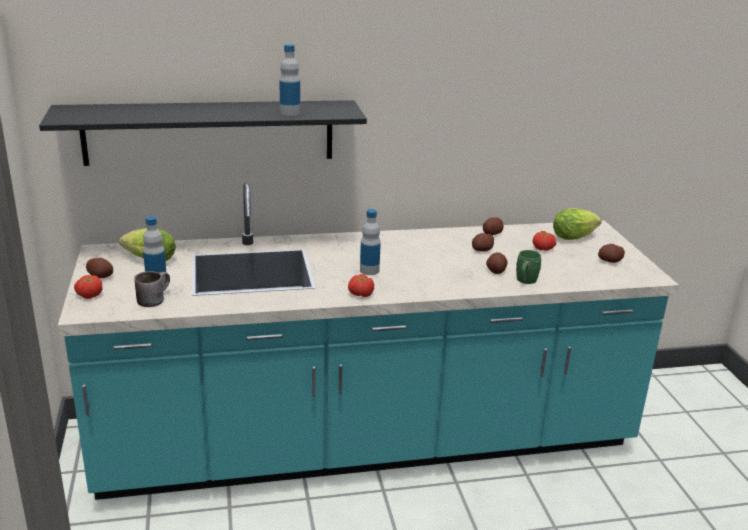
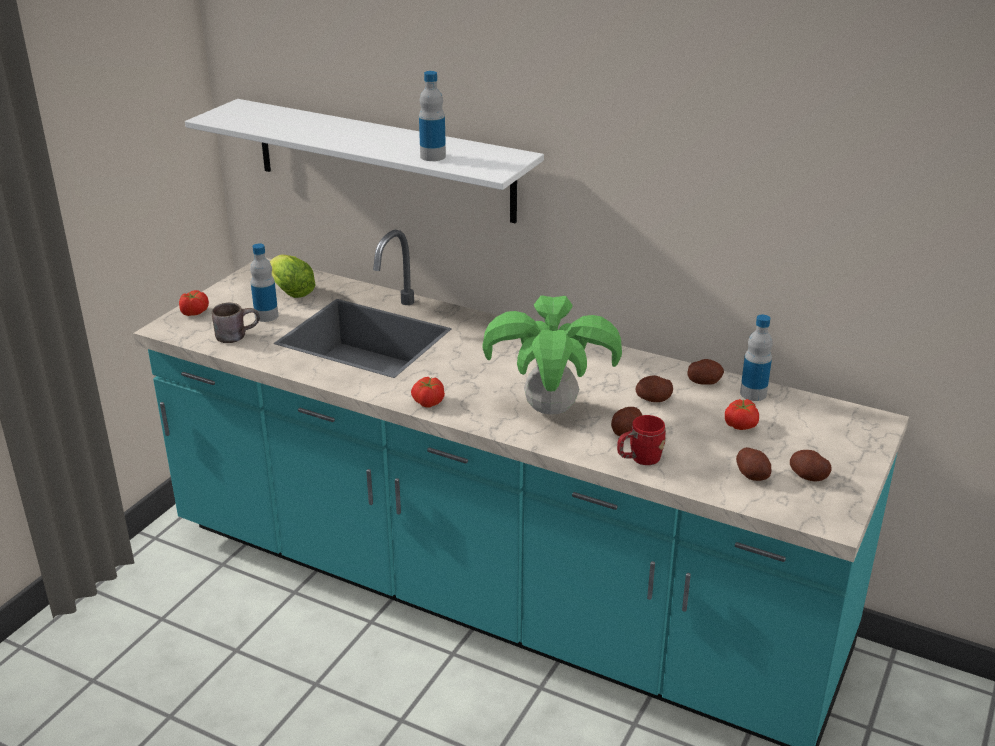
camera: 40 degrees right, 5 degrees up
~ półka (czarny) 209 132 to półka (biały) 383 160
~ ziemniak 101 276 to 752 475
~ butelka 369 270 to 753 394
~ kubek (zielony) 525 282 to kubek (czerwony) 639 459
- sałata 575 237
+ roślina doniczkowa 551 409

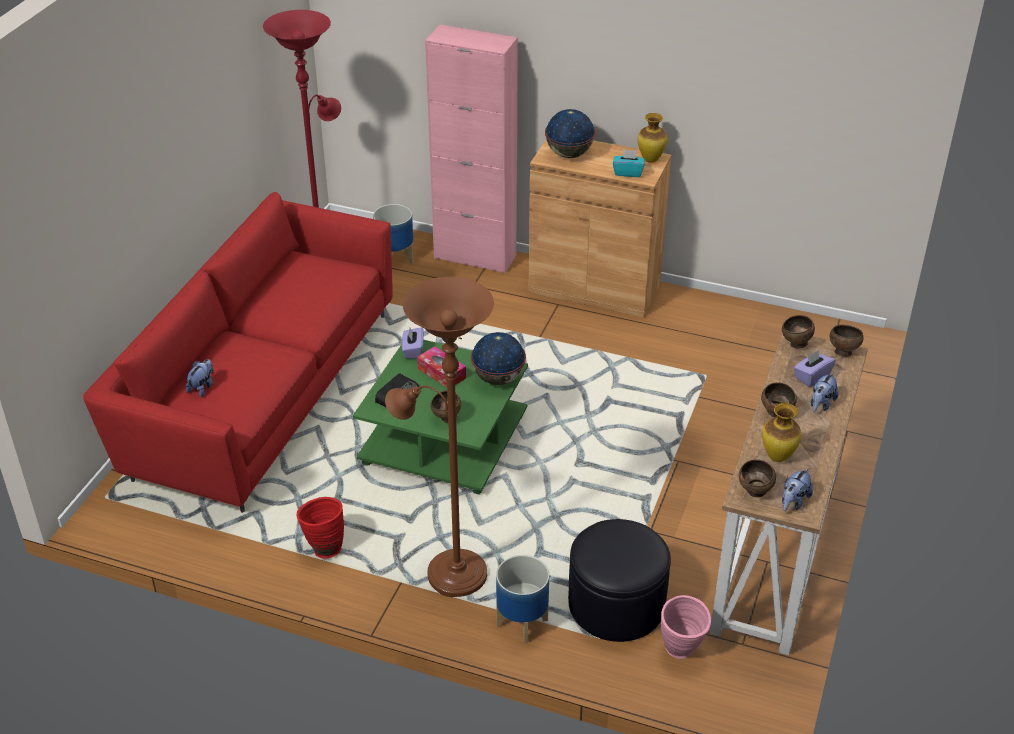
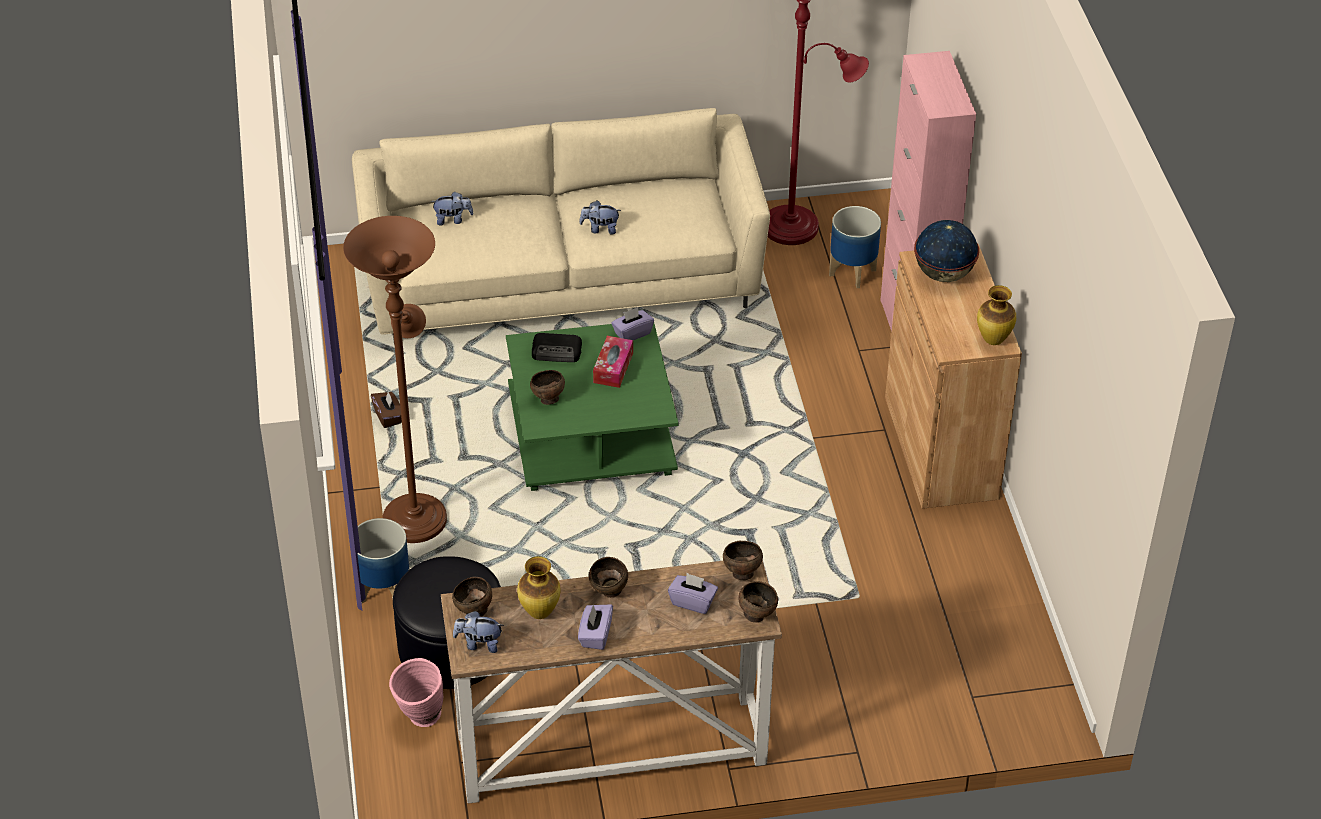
camera: 60 degrees right, 5 degrees up
~ kanapa (czerwony) 261 393 to kanapa (beżowy) 561 279
~ wazon (czerwony) 323 547 to pudełko chusteczek (brązowy) 388 417
- globus 498 379
- pudełko chusteczek (turkusowy) 628 172
~ pluszak 821 404 to 600 229
+ pudełko chusteczek (fioletowy) 595 635

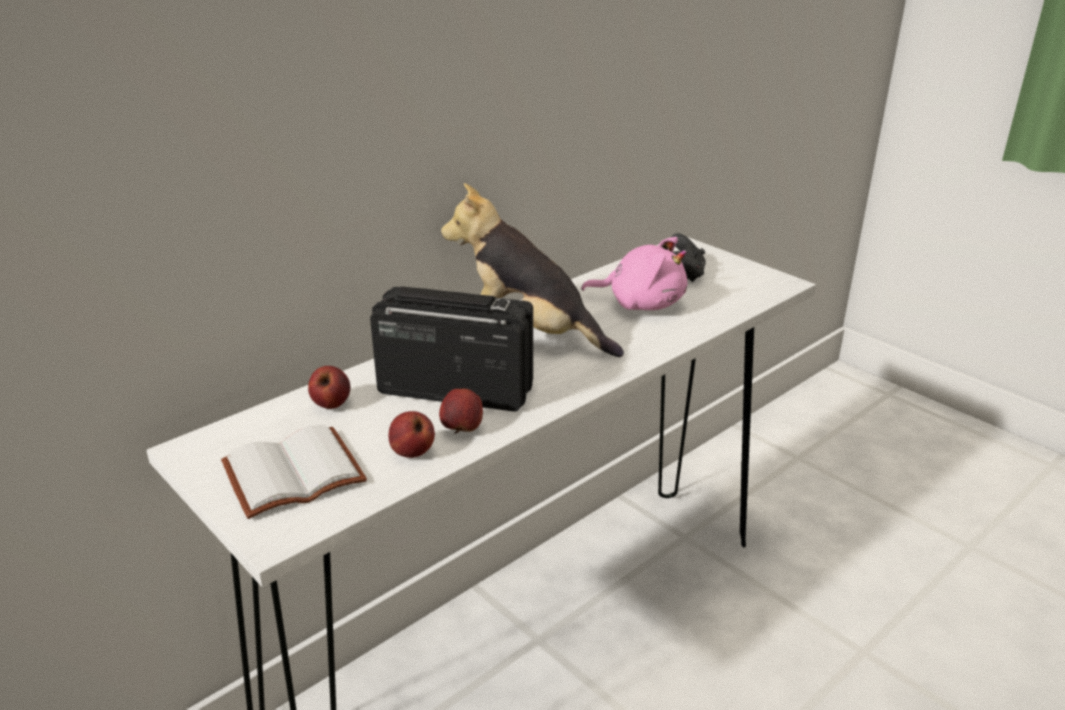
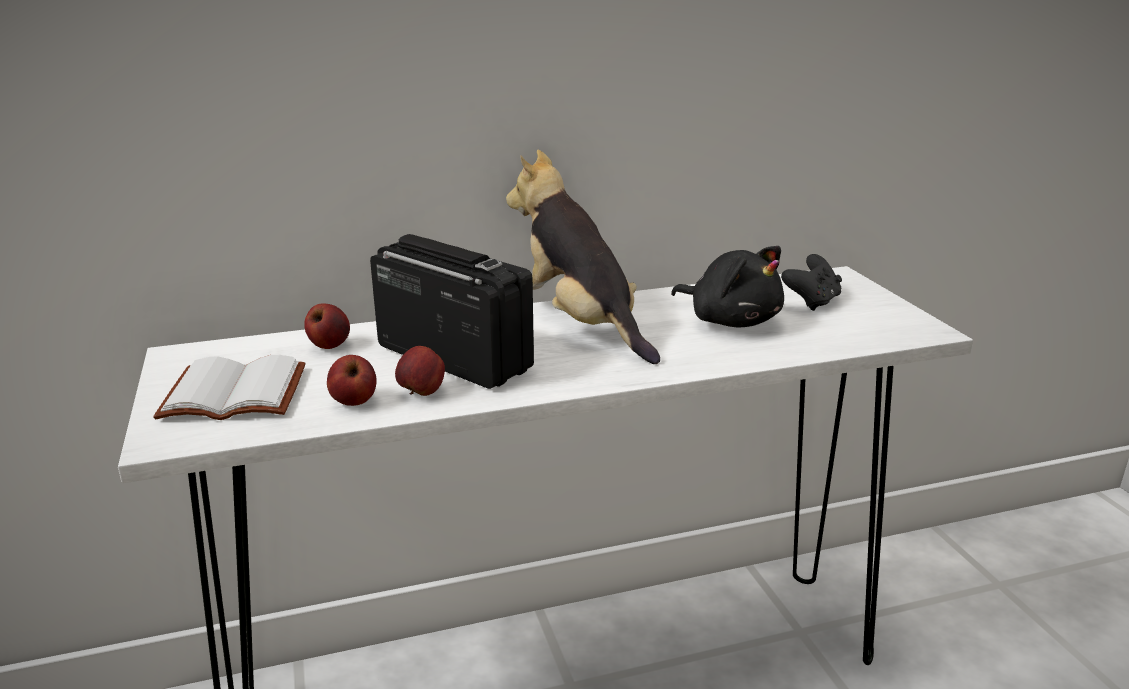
camera: 25 degrees right, 5 degrees down
~ pluszak (różowy) 641 303 to pluszak (czarny) 730 320

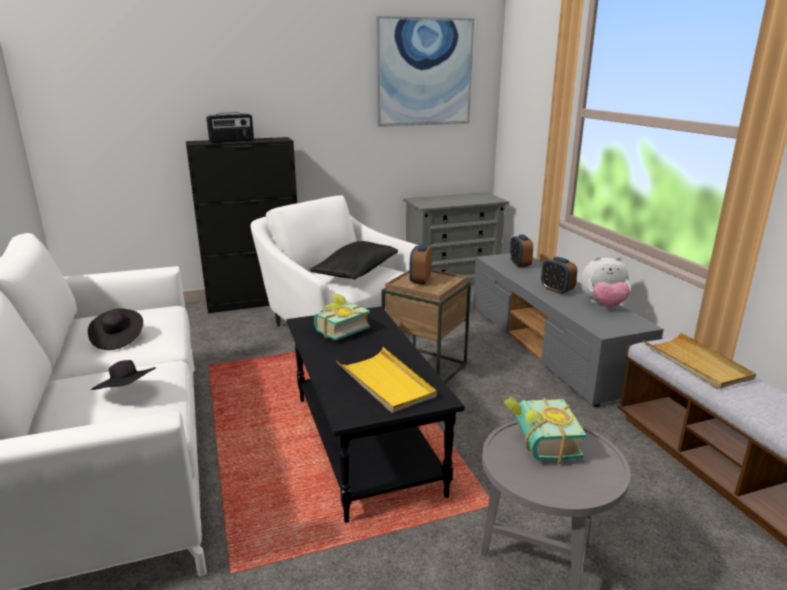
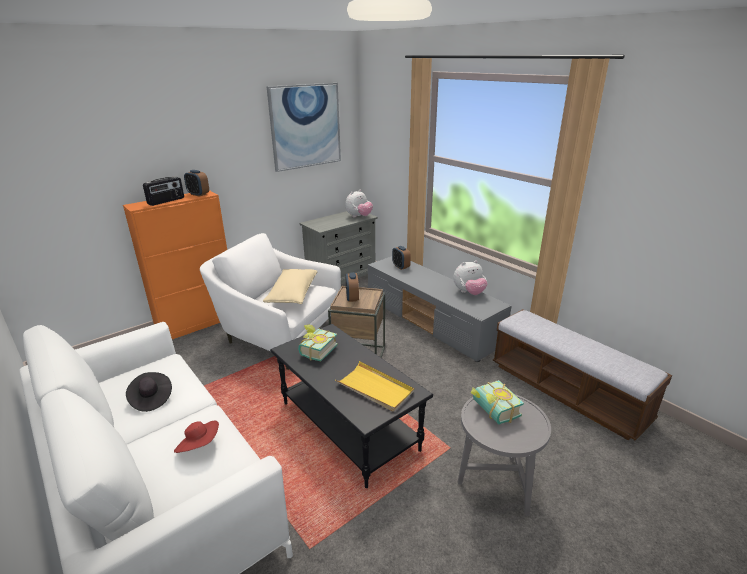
camera: 20 degrees left, 5 degrees up
~ kapelusz (czarny) 128 393 to kapelusz (czerwony) 199 446
~ szafka (czarny) 255 301 to szafka (pomarańczowy) 198 324
~ poduszka (czarny) 356 273 to poduszka (beżowy) 292 294
~ budzik 556 290 to 198 194
- taca (beżowy) 696 363
+ pluszak 359 216

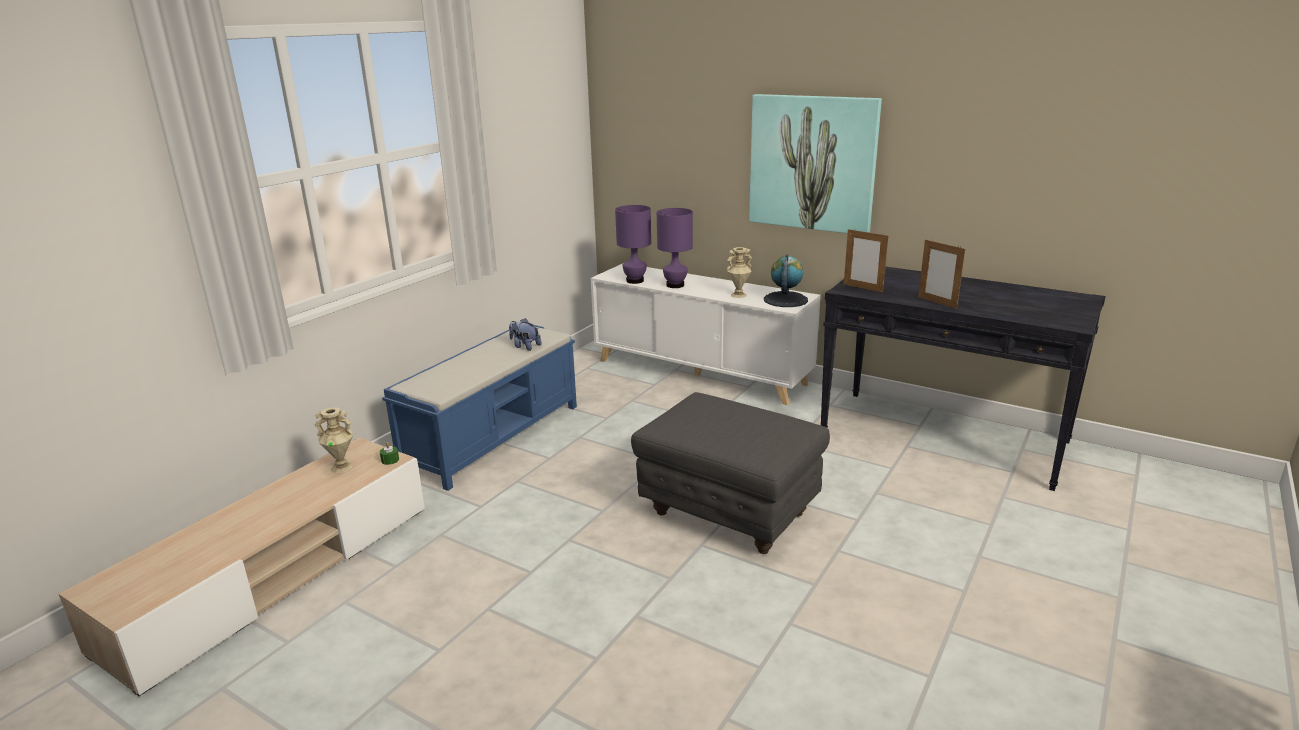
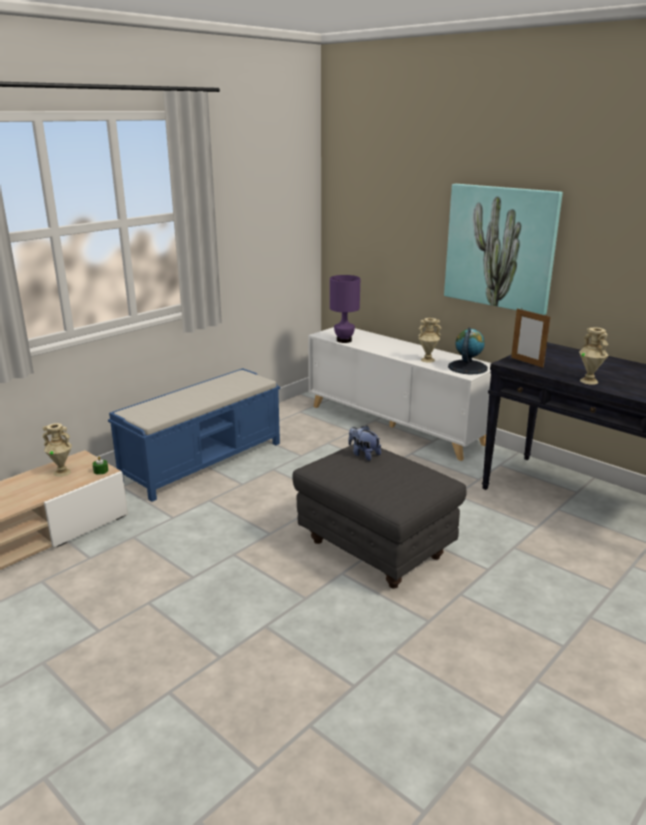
camera: 10 degrees right, 0 degrees up
~ pluszak 525 346 to 363 454
- lampa stołowa (fioletowy) 675 285
~ ramka na zdjęcie 937 302 to wazon (beżowy) 589 381

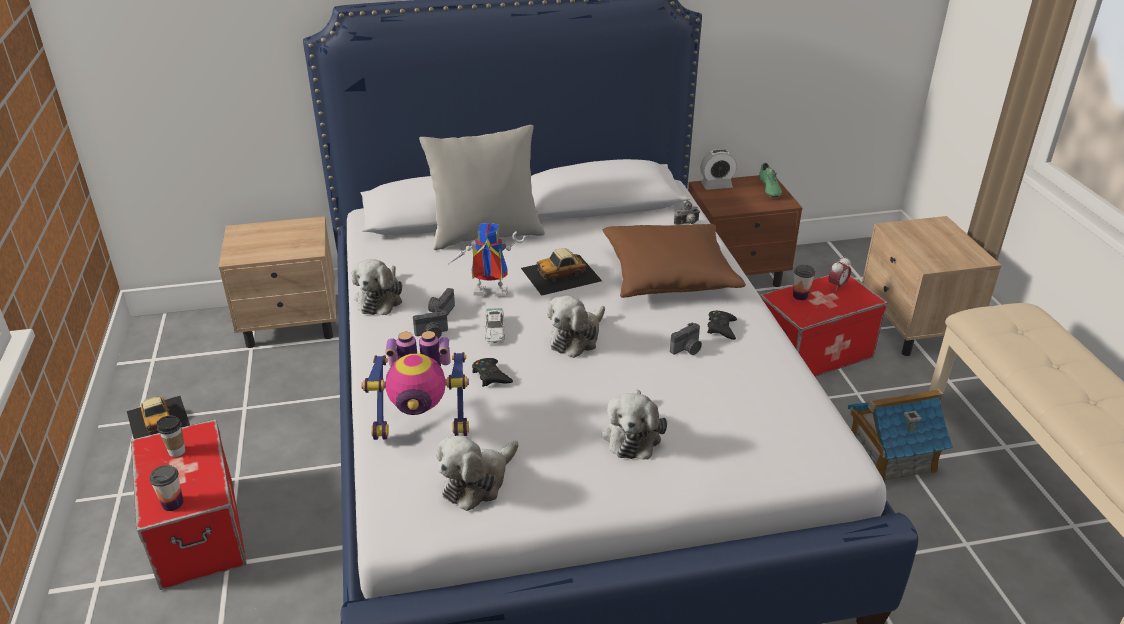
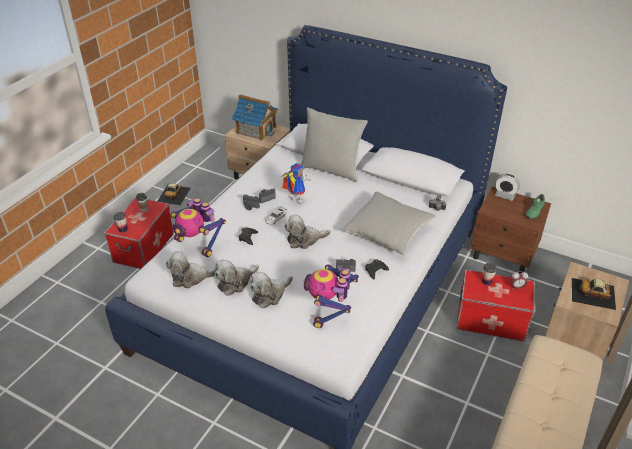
camera: 40 degrees right, 5 degrees up
~ pluszak 380 298 to 235 282
~ samochodzik 561 274 to 593 293
~ poduszka (brązowy) 669 276 to poduszka (szary) 387 232
~ domek 890 455 to 256 129
+ robot zabawkowy 330 311

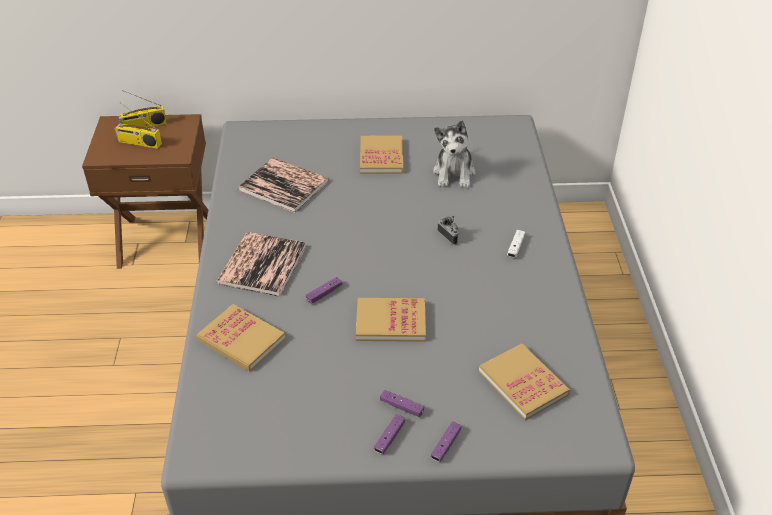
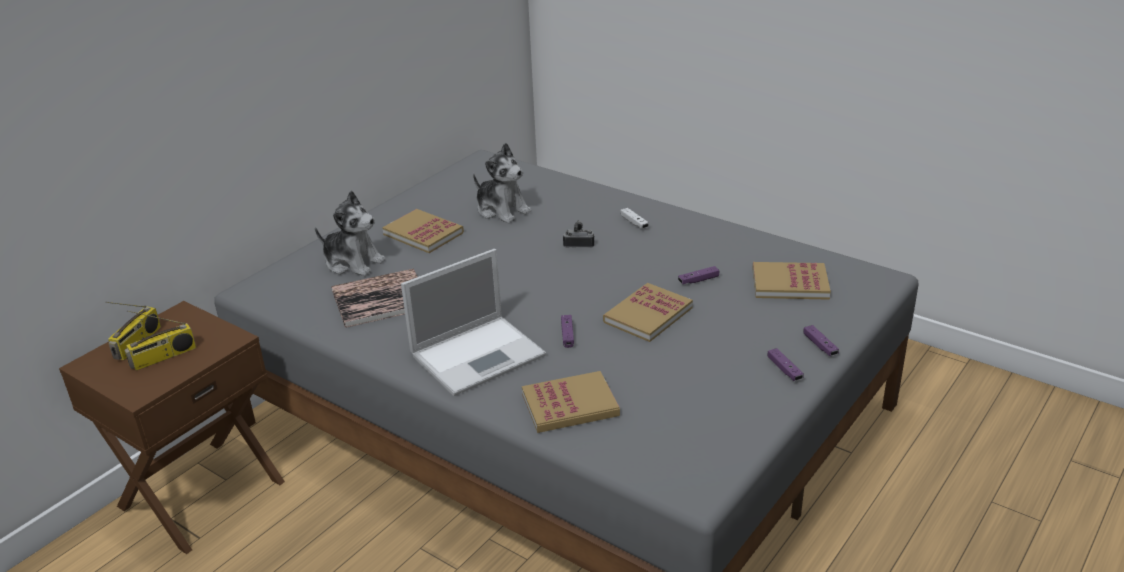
camera: 50 degrees left, 10 degrees down
~ książka 262 265 to laptop 479 354
~ pad do gier (fioletowy) 401 407 to 698 280
+ pluszak 353 262

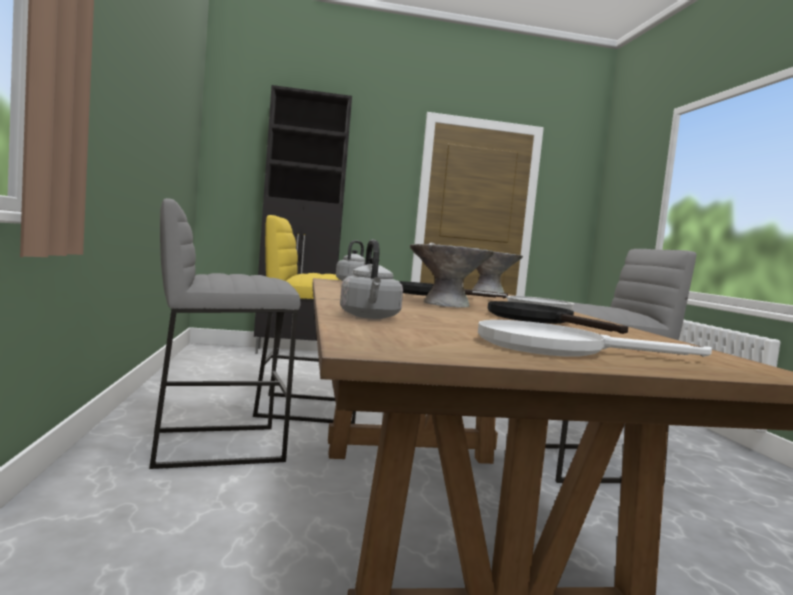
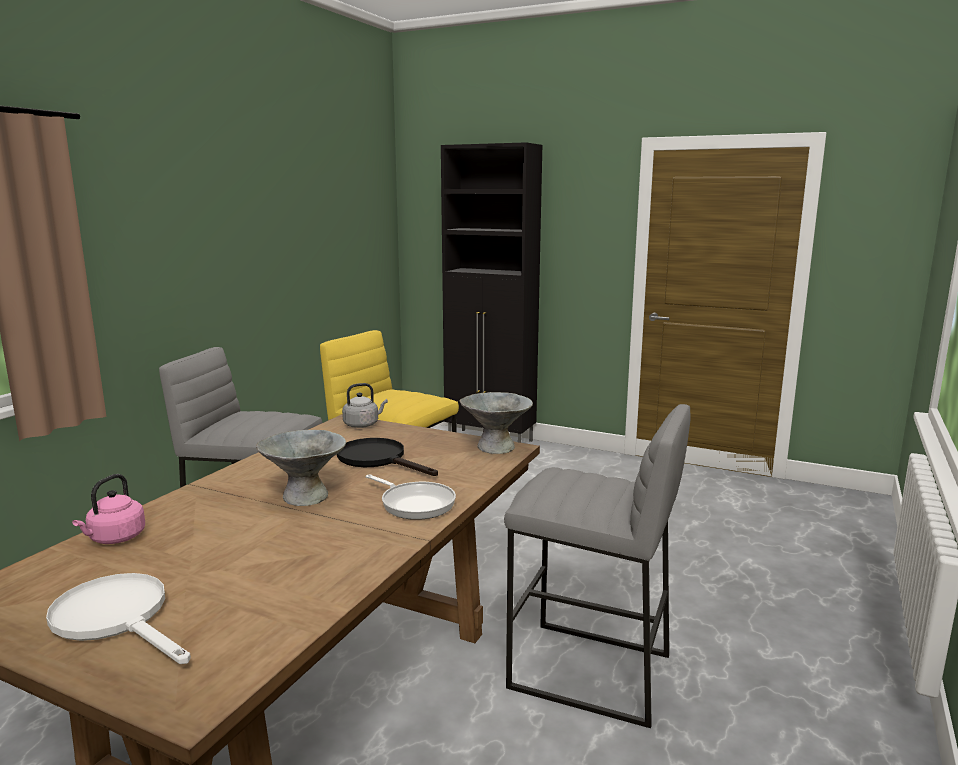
camera: 35 degrees right, 10 degrees up
~ czajnik (szary) 370 317 to czajnik (różowy) 115 538
- patelnia (czarny) 539 320

